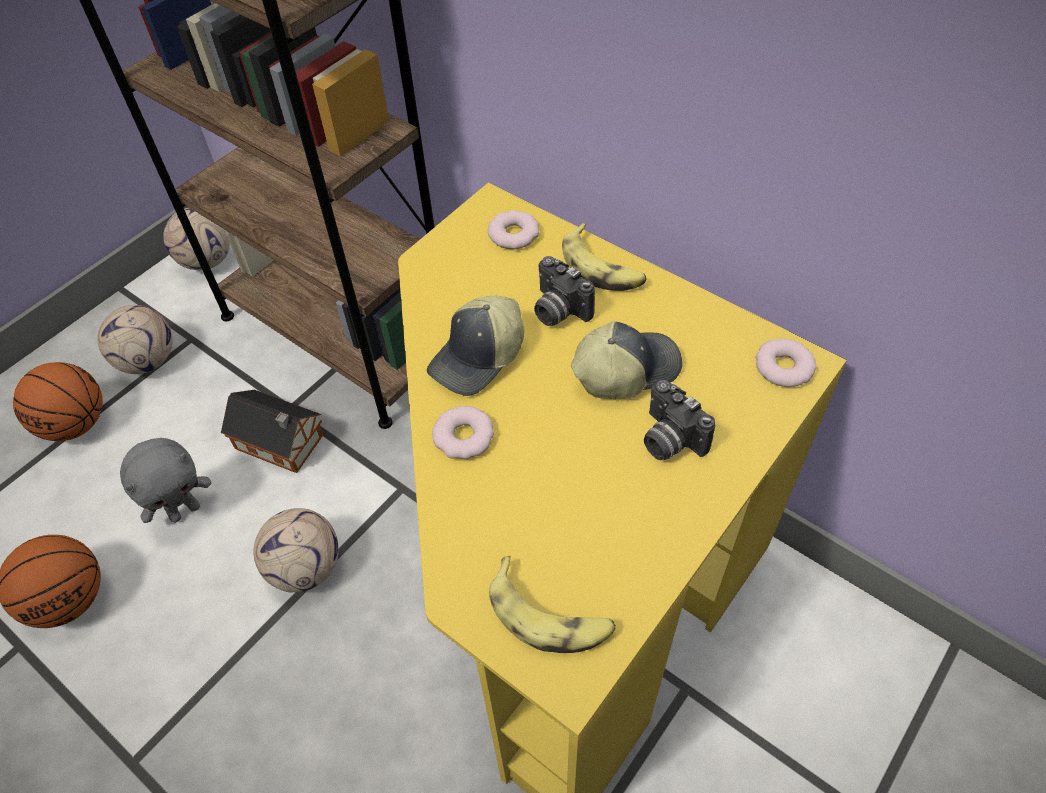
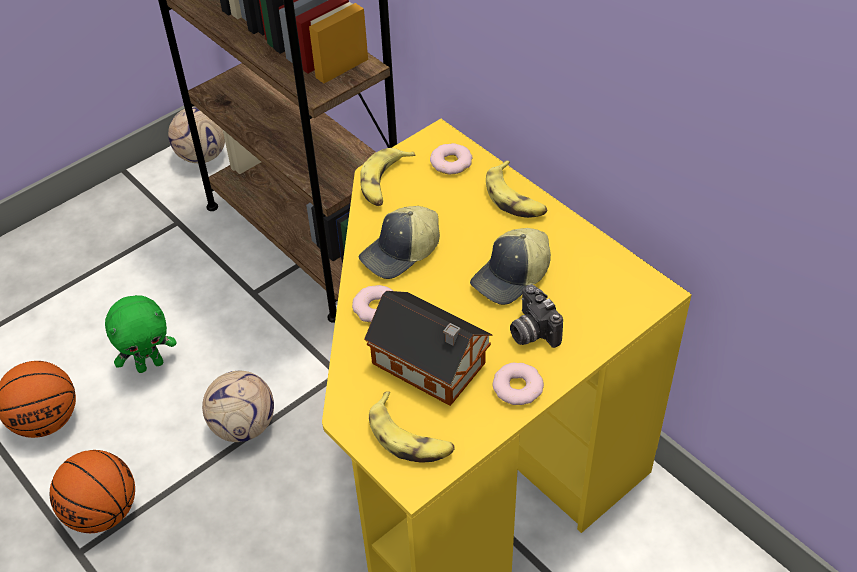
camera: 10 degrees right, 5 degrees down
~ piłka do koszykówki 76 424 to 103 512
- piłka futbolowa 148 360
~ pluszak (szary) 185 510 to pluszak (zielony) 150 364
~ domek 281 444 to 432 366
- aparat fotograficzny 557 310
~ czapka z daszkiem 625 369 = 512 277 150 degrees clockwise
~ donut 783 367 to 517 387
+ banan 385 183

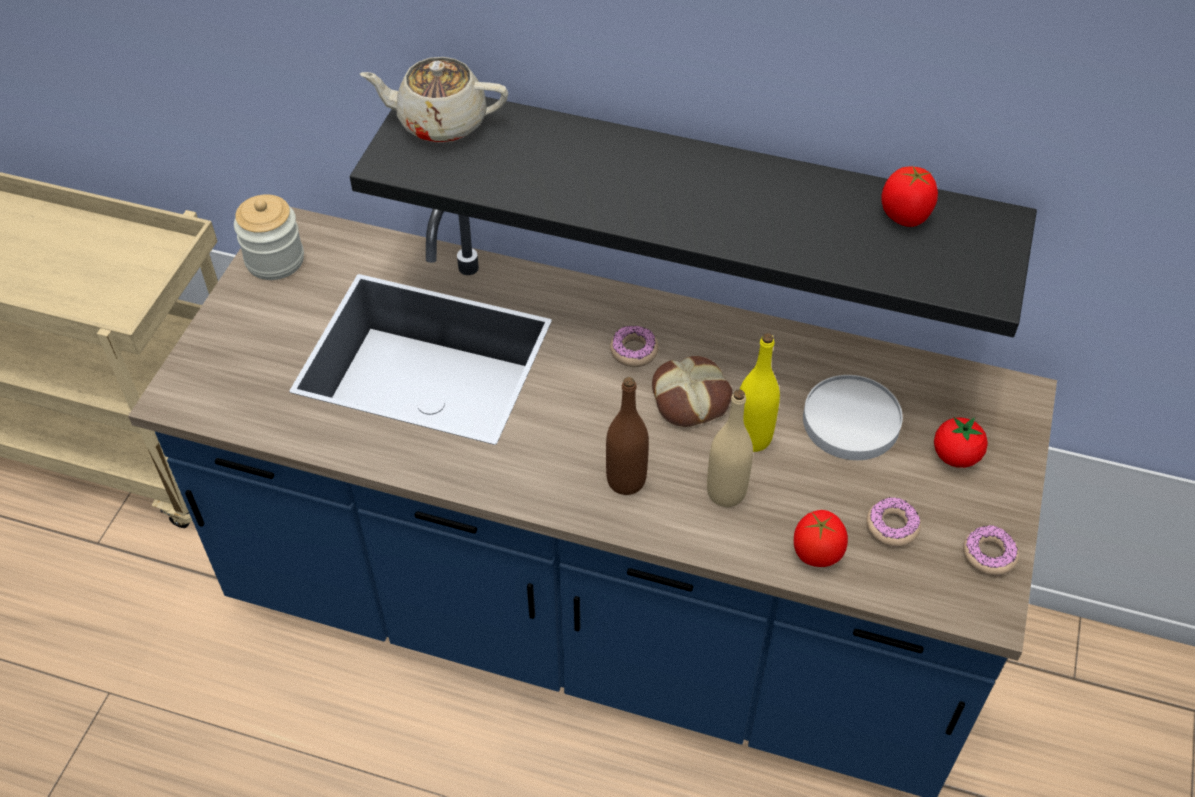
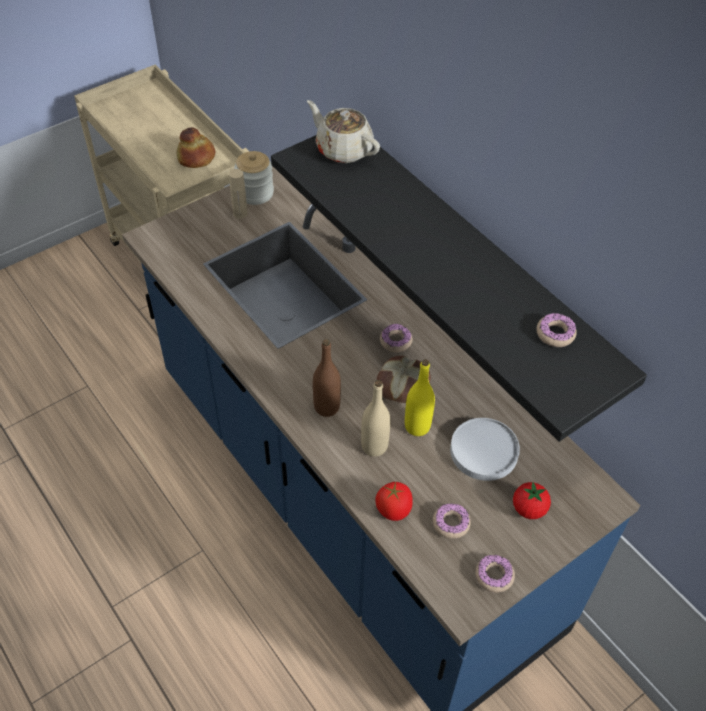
camera: 35 degrees right, 0 degrees up
~ pomidor 905 216 to donut 555 334
+ chleb 197 157
+ butelka (beżowy) 240 213

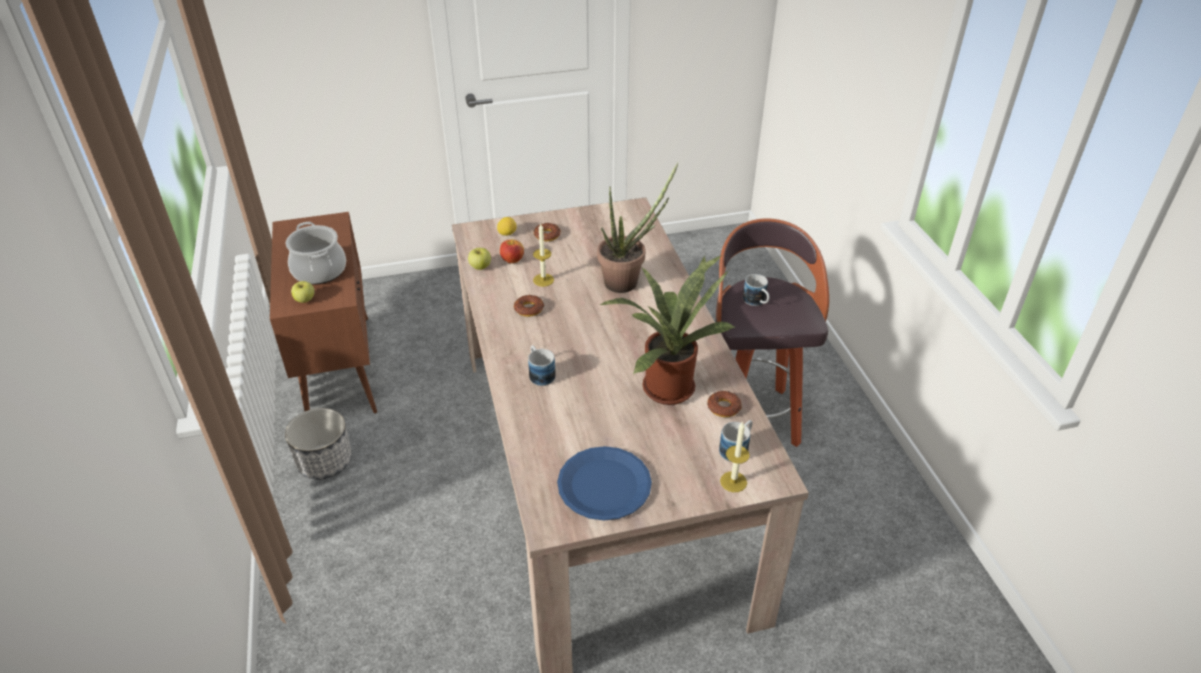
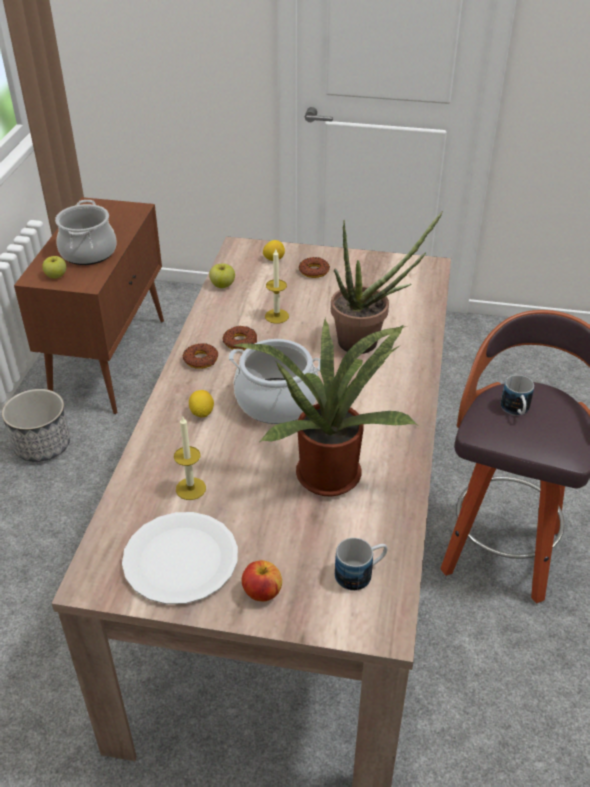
camera: 25 degrees right, 0 degrees up
~ jabłko 512 260 to 262 592
~ kubek 540 373 to cytryna 202 413
~ talerz (niebieski) 604 485 to talerz (biały) 180 559
~ donut 724 407 to 201 360
~ świeca 733 481 to 190 488
+ garnek 276 401

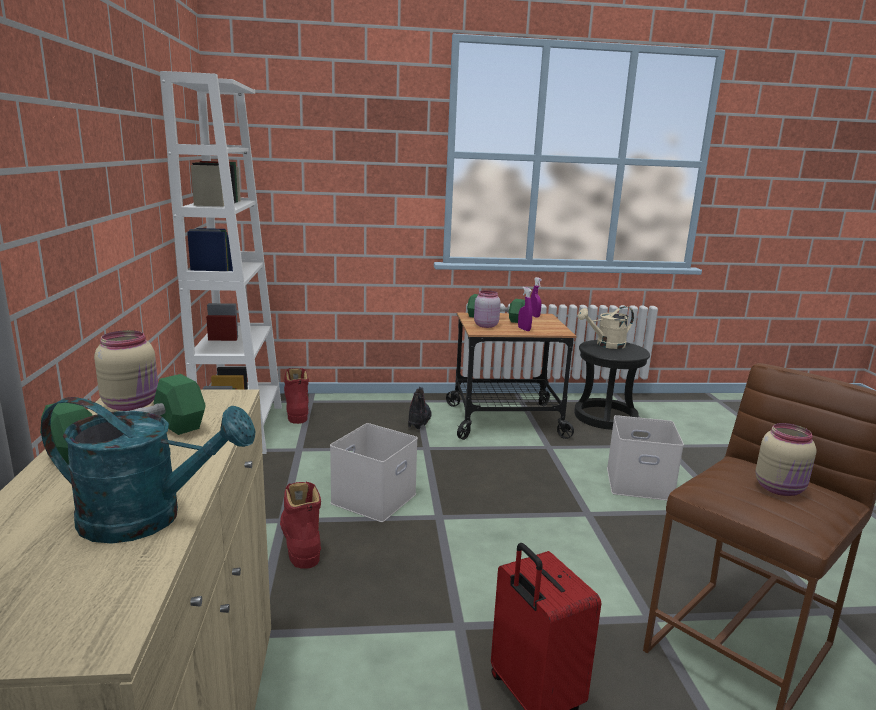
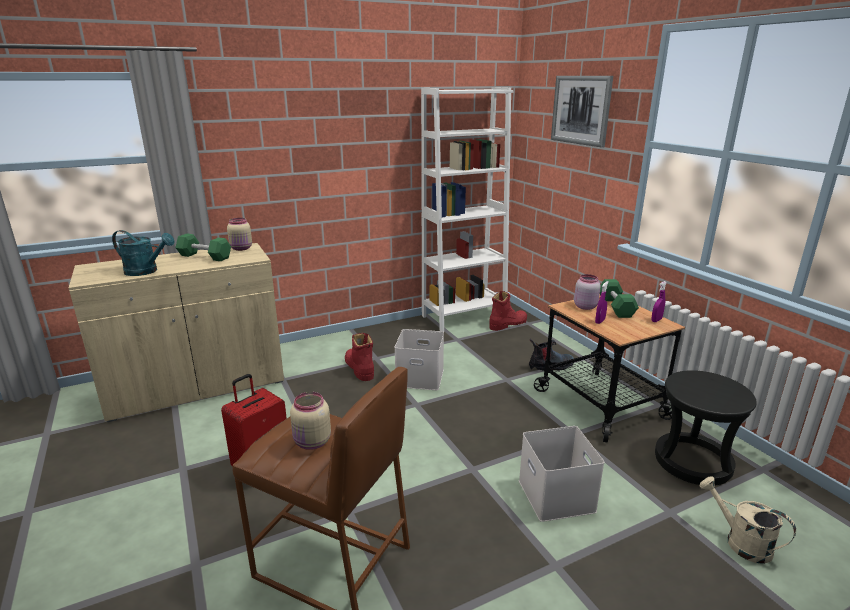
camera: 70 degrees right, 5 degrees up
~ konewka (turkusowy) 148 518 = 146 271 60 degrees counterclockwise
~ but z cholewką (czerwony) 300 541 = 359 368 75 degrees counterclockwise
~ konewka (beżowy) 606 345 to 740 542
+ obraz 581 110

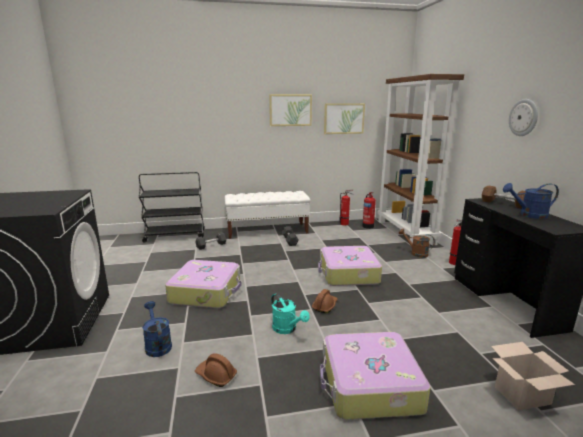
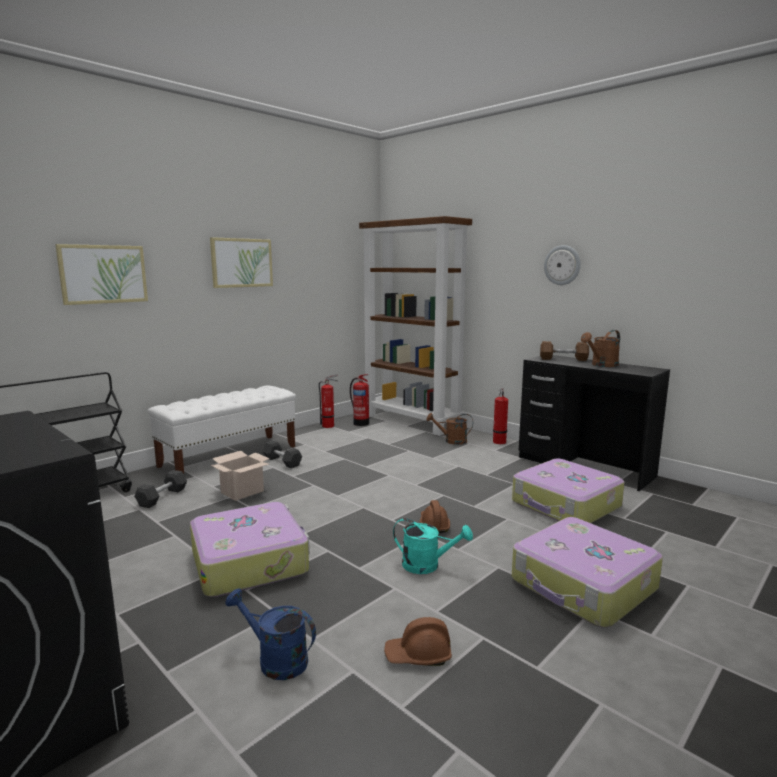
camera: 35 degrees left, 5 degrees down
~ walizka 348 274 to 565 505
~ obraz 344 118 to 103 274
~ karton 522 396 to 242 492
~ konewka (niebieski) 529 215 to konewka (brązowy) 601 365

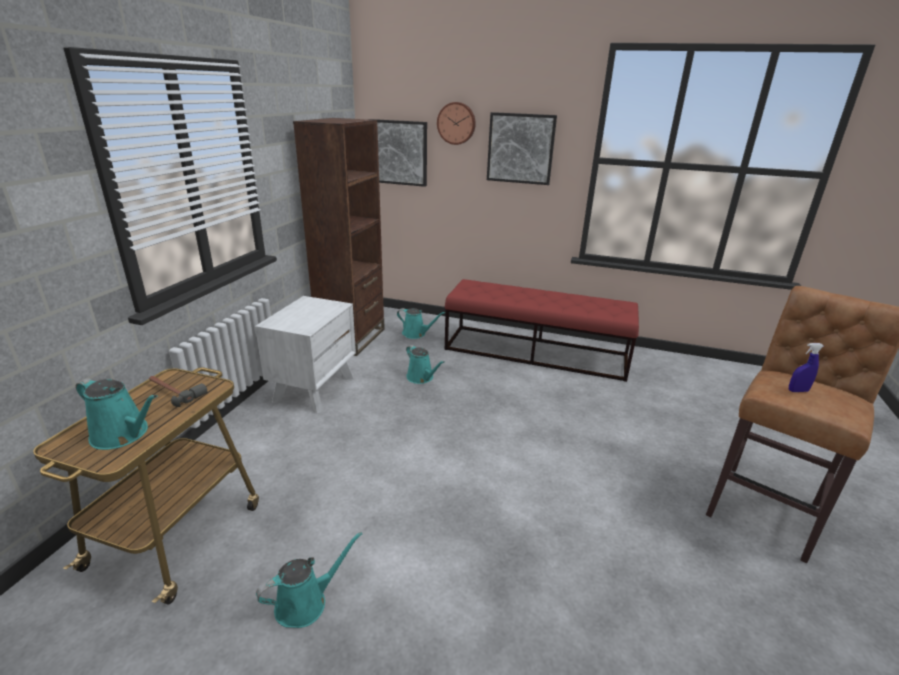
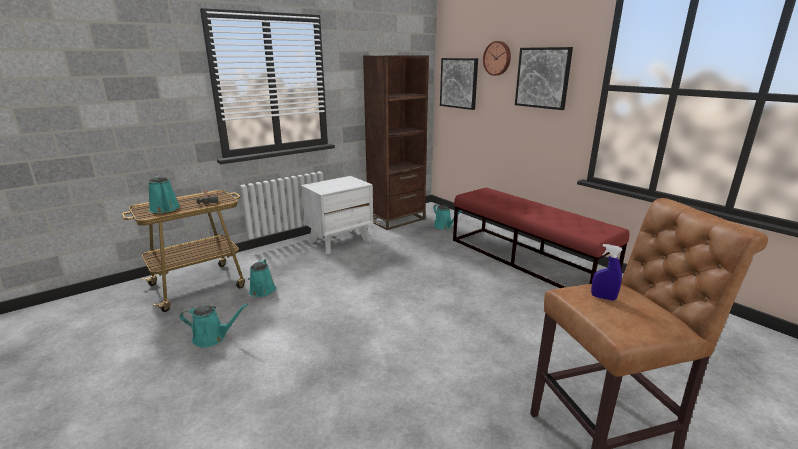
camera: 35 degrees right, 5 degrees down
~ konewka (turkusowy) 421 378 to 262 291

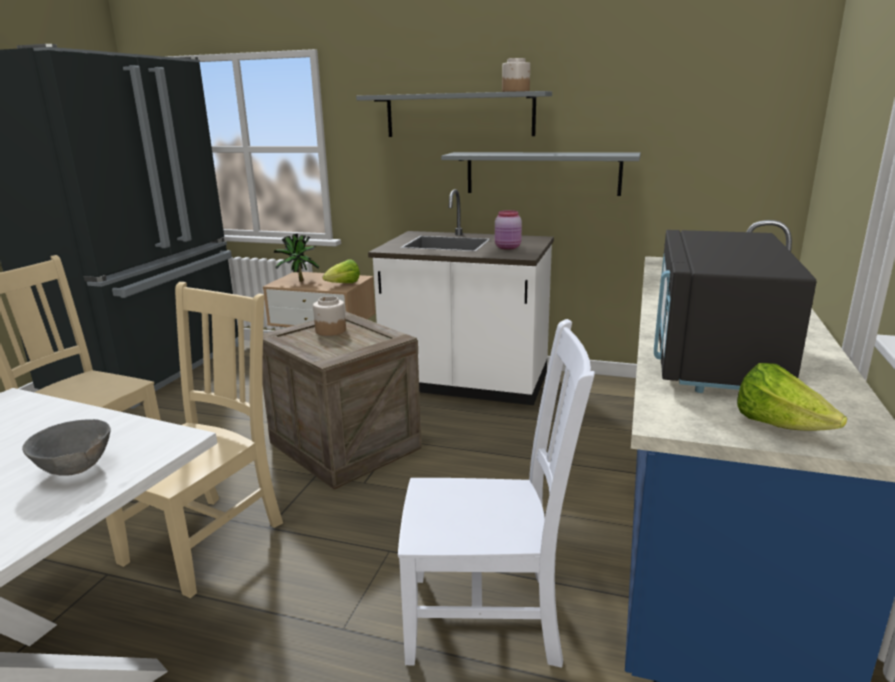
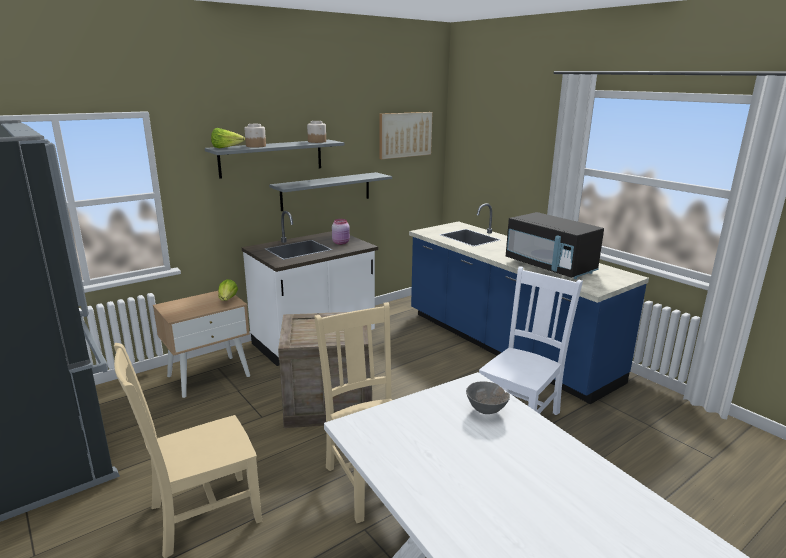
camera: 55 degrees left, 0 degrees up
- roślina doniczkowa 299 282
~ słoik 330 330 to 255 146
~ sałata 779 426 to 226 148
+ obraz 405 134

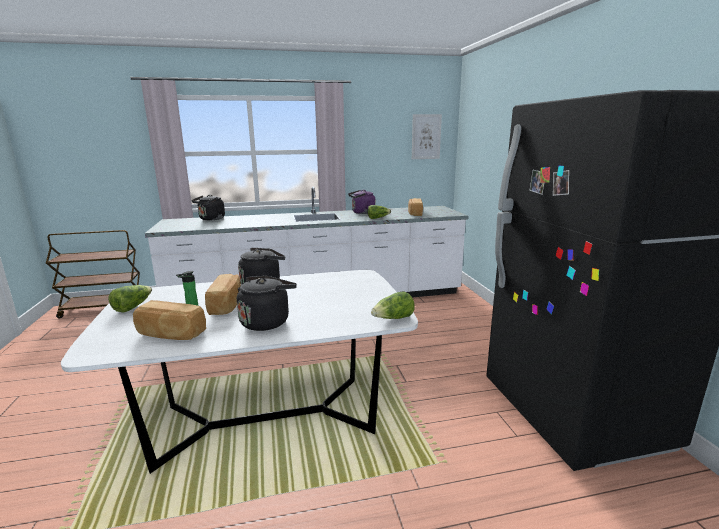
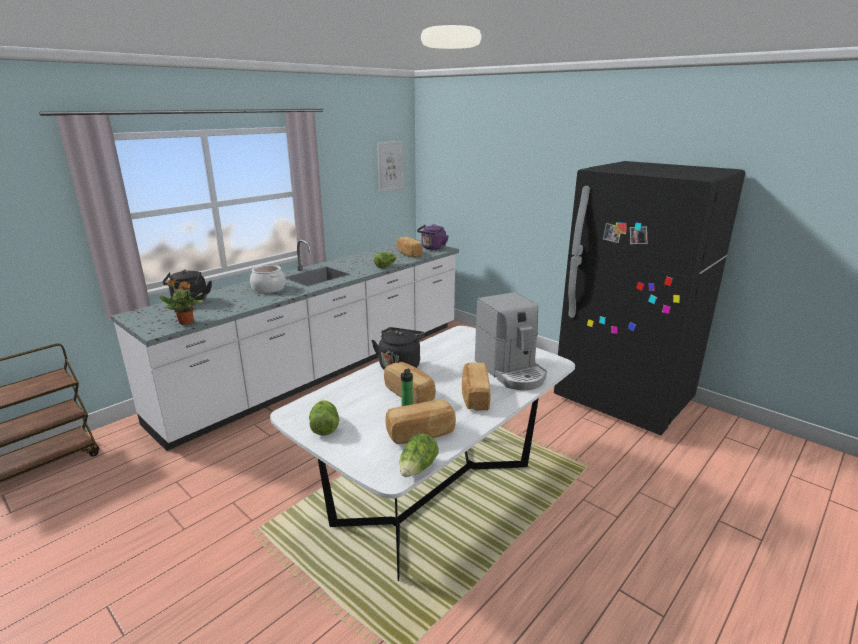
camera: 35 degrees left, 5 degrees up
~ czajnik (czarny) 267 321 to chleb 474 396
~ czajnik (fioletowy) 362 213 to 432 248
~ sałata 393 319 to 418 468
+ roślina doniczkowa 186 322
+ garnek 268 288
+ ekspres do kawy 511 371

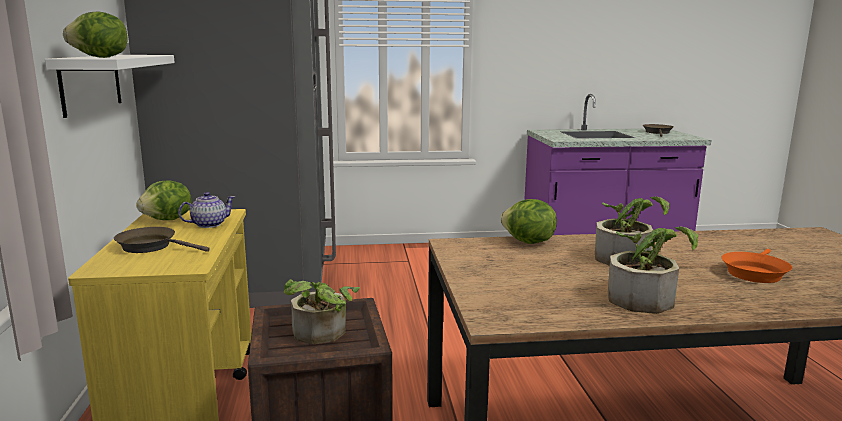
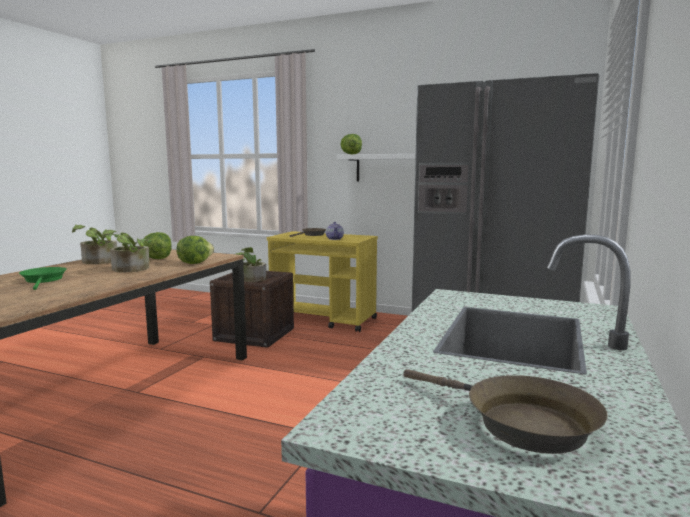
camera: 120 degrees right, 5 degrees down
~ sałata 168 220 to 157 258
~ patelnia (pomarańczowy) 754 272 to patelnia (zielony) 44 280

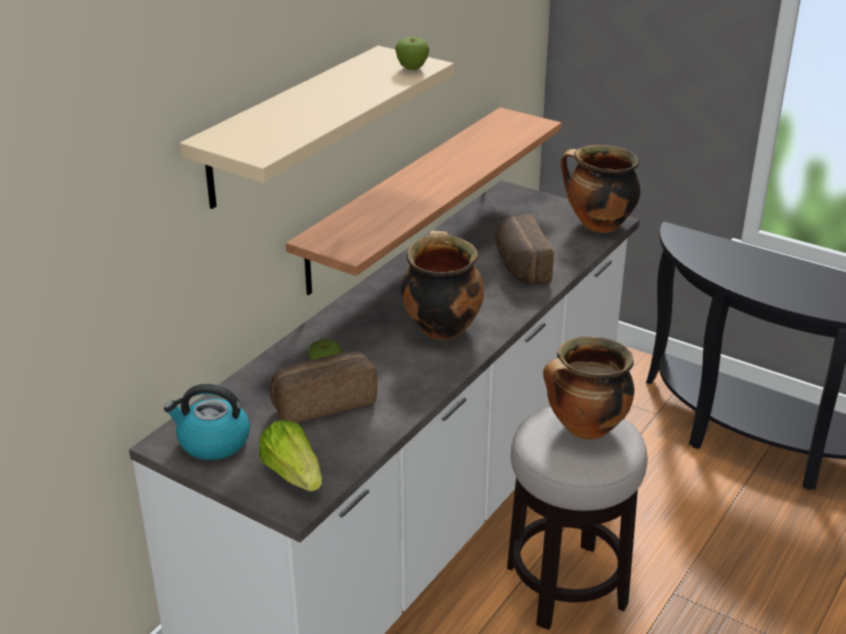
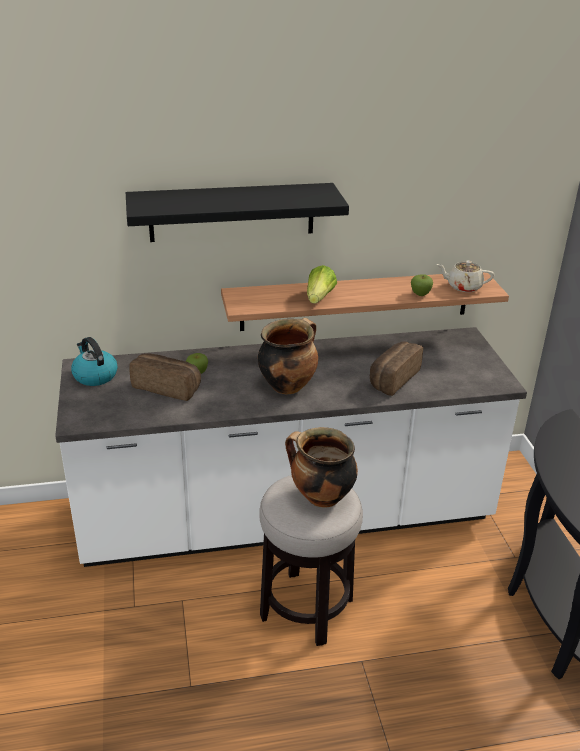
camera: 45 degrees right, 0 degrees up
~ półka (beżowy) 290 126 to półka (czarny) 232 212
~ sałata 293 474 to 319 298
~ jabłko 412 68 to 420 294
- garnek 597 225
+ imbryk (beżowy) 463 287

